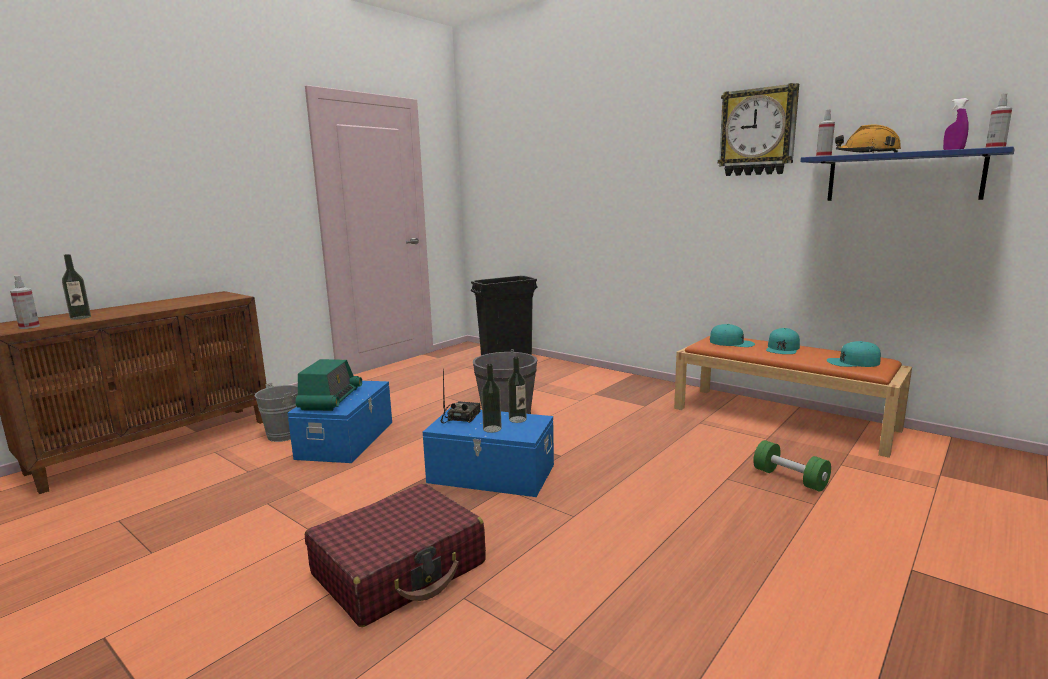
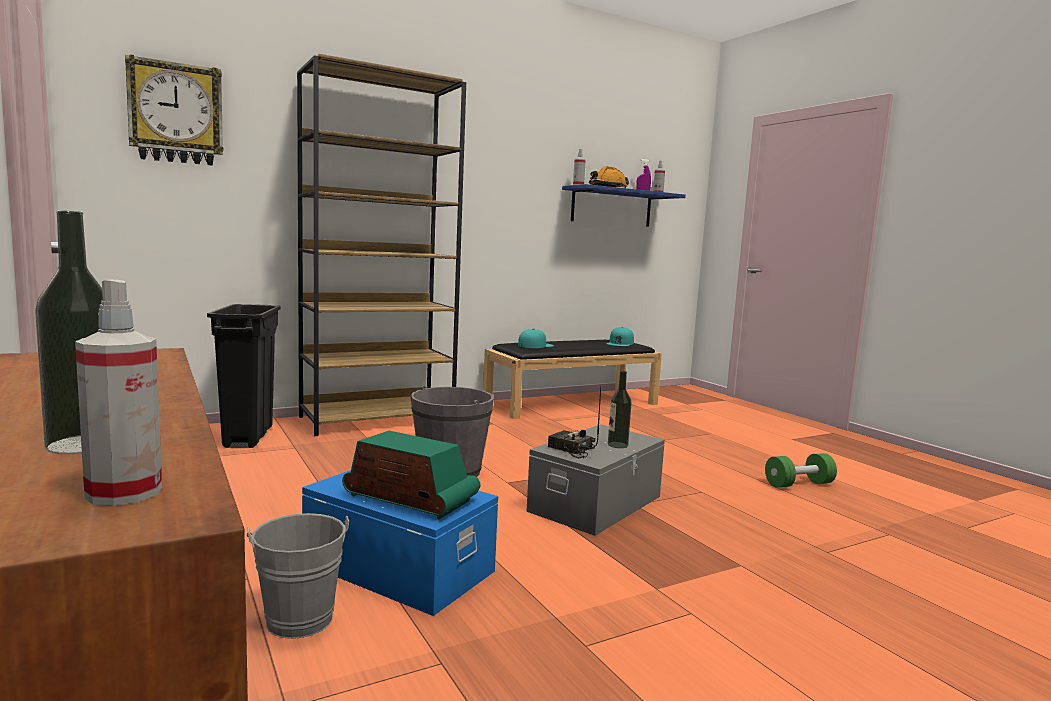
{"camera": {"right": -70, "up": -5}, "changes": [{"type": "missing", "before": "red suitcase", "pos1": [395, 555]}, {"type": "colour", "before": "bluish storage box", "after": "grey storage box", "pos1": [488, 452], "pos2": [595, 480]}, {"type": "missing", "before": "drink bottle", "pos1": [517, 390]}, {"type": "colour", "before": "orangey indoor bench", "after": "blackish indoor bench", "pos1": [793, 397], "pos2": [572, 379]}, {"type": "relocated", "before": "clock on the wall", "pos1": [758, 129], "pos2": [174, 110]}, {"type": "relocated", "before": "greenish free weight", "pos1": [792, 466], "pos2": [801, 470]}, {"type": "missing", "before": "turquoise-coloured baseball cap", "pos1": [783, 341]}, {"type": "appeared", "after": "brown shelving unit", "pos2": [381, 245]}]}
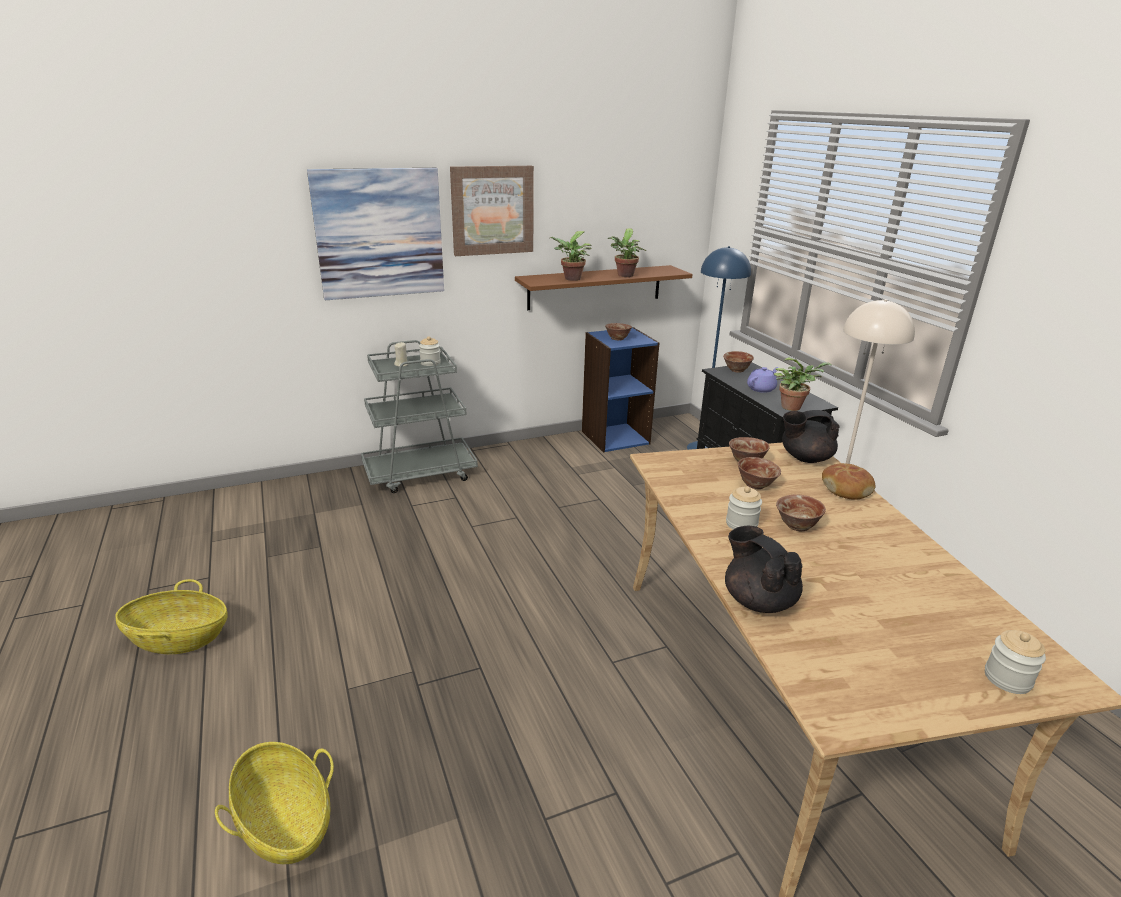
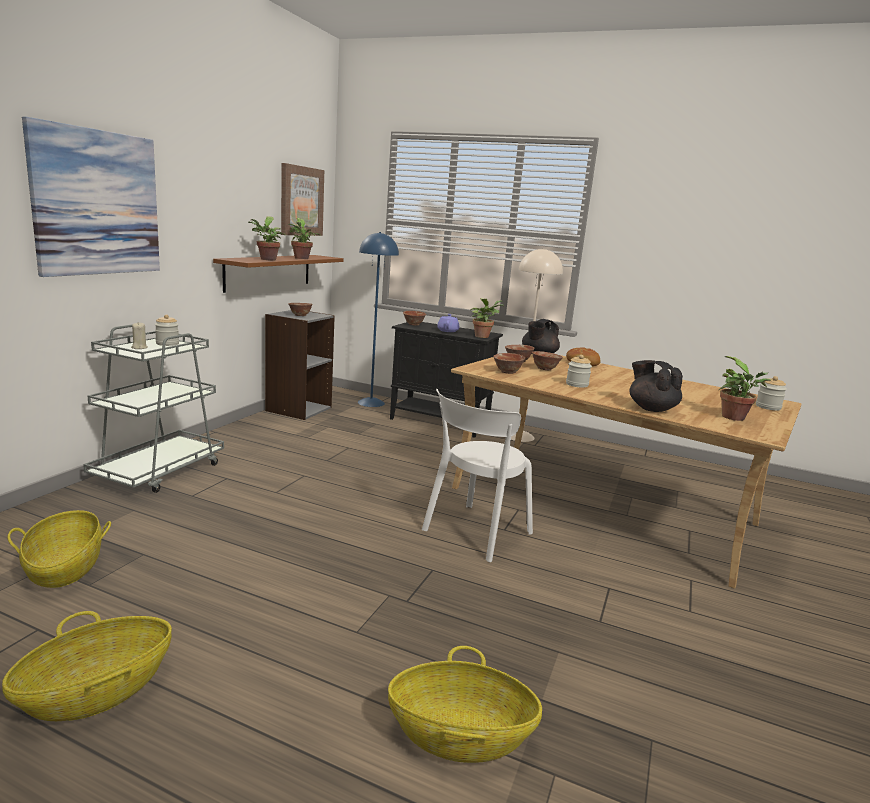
{"camera": {"right": -45, "up": -10}, "changes": [{"type": "relocated", "before": "wall picture", "pos1": [492, 211], "pos2": [302, 199]}, {"type": "colour", "before": "bluish shelving unit", "after": "grey shelving unit", "pos1": [621, 389], "pos2": [300, 365]}, {"type": "spun", "before": "blackish tea pot", "pos1": [764, 569], "pos2": [656, 386], "turn": 45}, {"type": "relocated", "before": "deep dish", "pos1": [801, 513], "pos2": [509, 363]}, {"type": "appeared", "after": "household basket", "pos2": [59, 549]}, {"type": "appeared", "after": "white-coloured upright chair", "pos2": [477, 475]}, {"type": "appeared", "after": "potted plant", "pos2": [744, 388]}]}
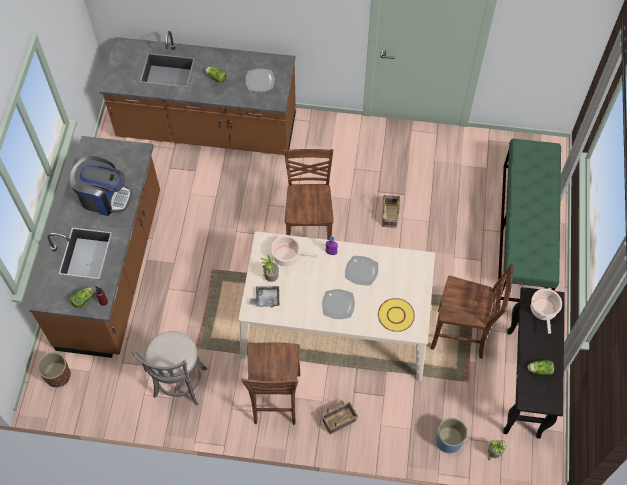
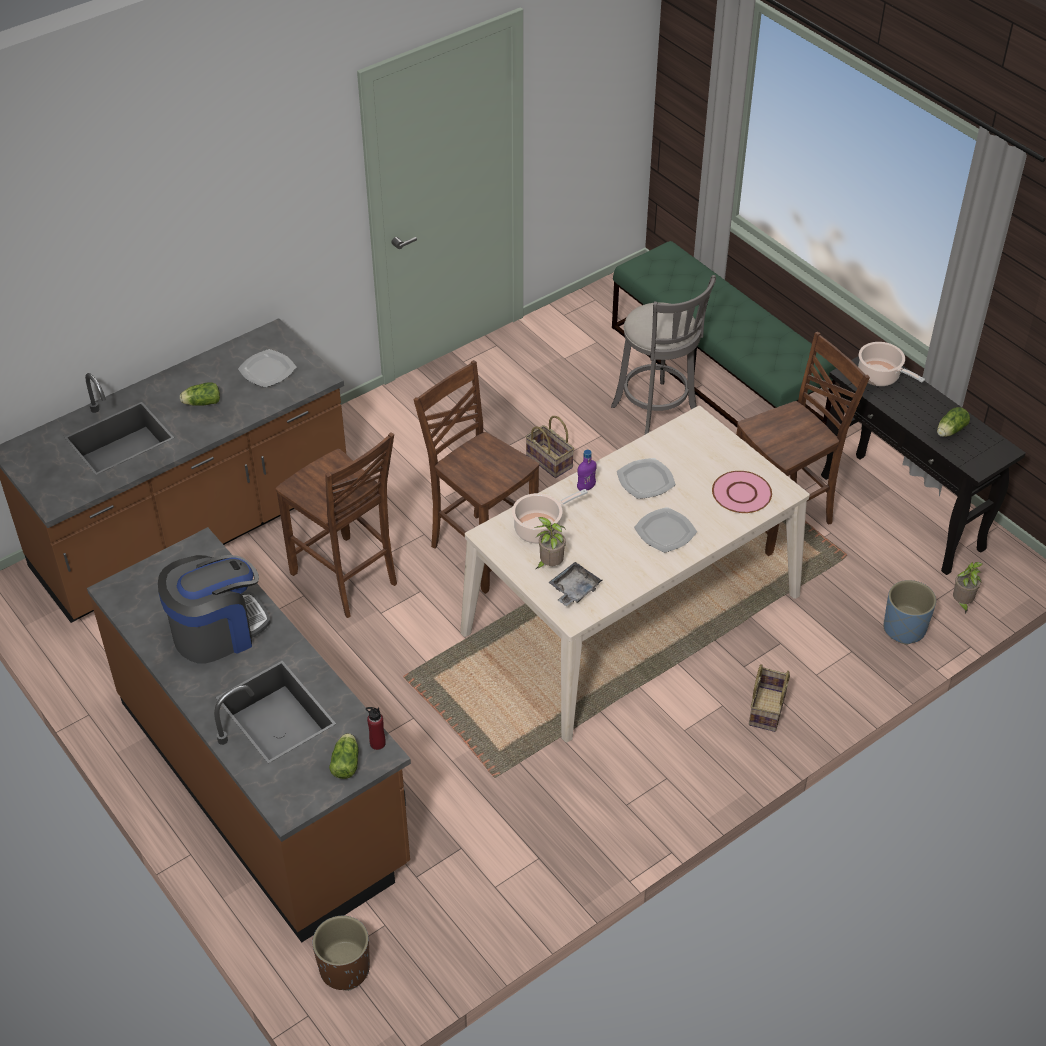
{"camera": {"right": -45, "up": -15}, "changes": [{"type": "relocated", "before": "grey sitting stool", "pos1": [169, 368], "pos2": [663, 354]}, {"type": "relocated", "before": "brown upright chair", "pos1": [270, 383], "pos2": [336, 525]}, {"type": "colour", "before": "yellow plate", "after": "pinkish plate", "pos1": [396, 315], "pos2": [742, 492]}]}
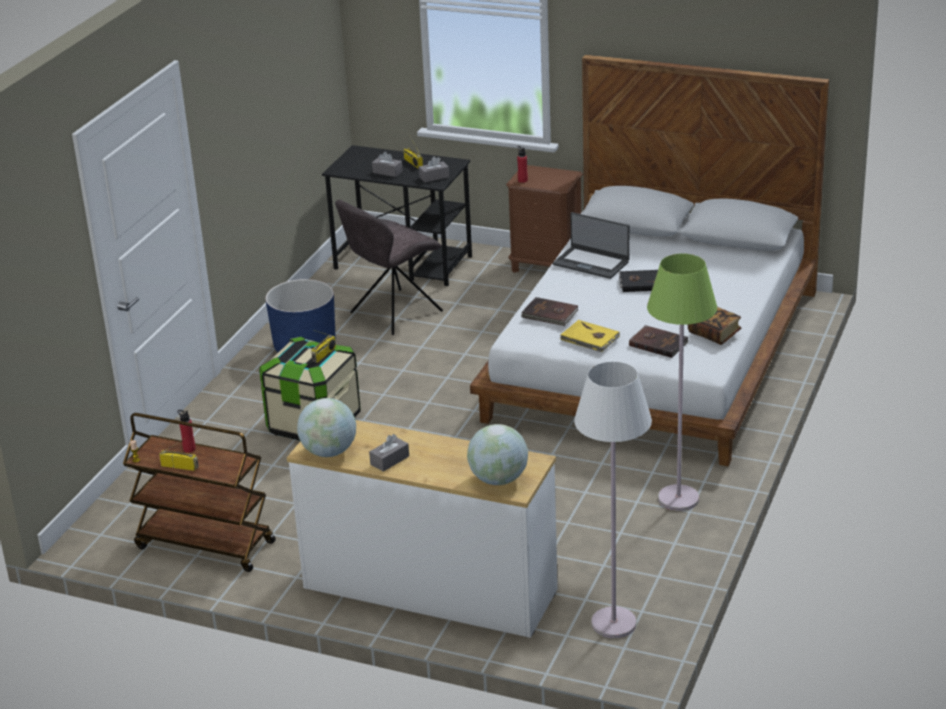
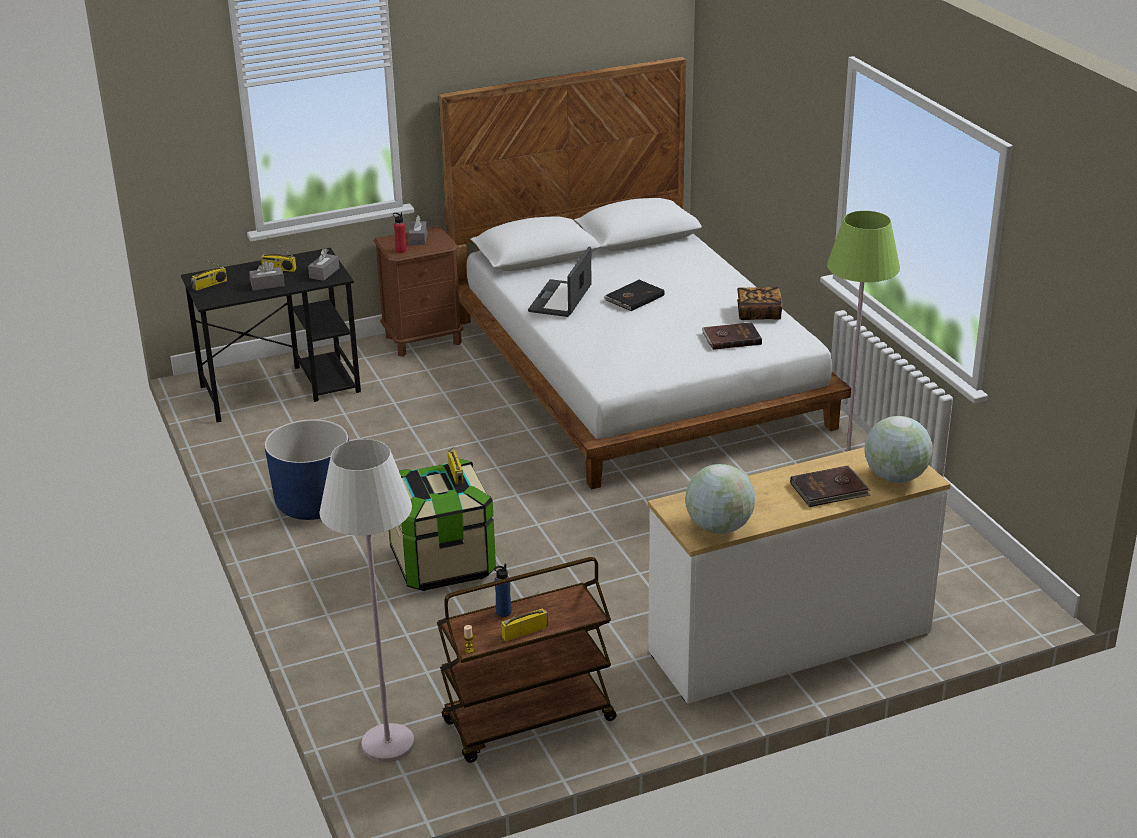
{"camera": {"right": -45, "up": 0}, "changes": [{"type": "colour", "before": "red drink bottle", "after": "bluish drink bottle", "pos1": [186, 431], "pos2": [503, 590]}, {"type": "missing", "before": "grey upright chair", "pos1": [389, 267]}, {"type": "relocated", "before": "grey tissue box", "pos1": [389, 453], "pos2": [418, 230]}, {"type": "relocated", "before": "brown volume", "pos1": [549, 311], "pos2": [830, 486]}, {"type": "spun", "before": "notebook computer", "pos1": [591, 245], "pos2": [560, 282], "turn": 120}, {"type": "missing", "before": "yellow volume", "pos1": [590, 336]}, {"type": "relocated", "before": "white-coloured standard lamp", "pos1": [613, 499], "pos2": [366, 600]}, {"type": "appeared", "after": "radio set", "pos2": [209, 273]}]}
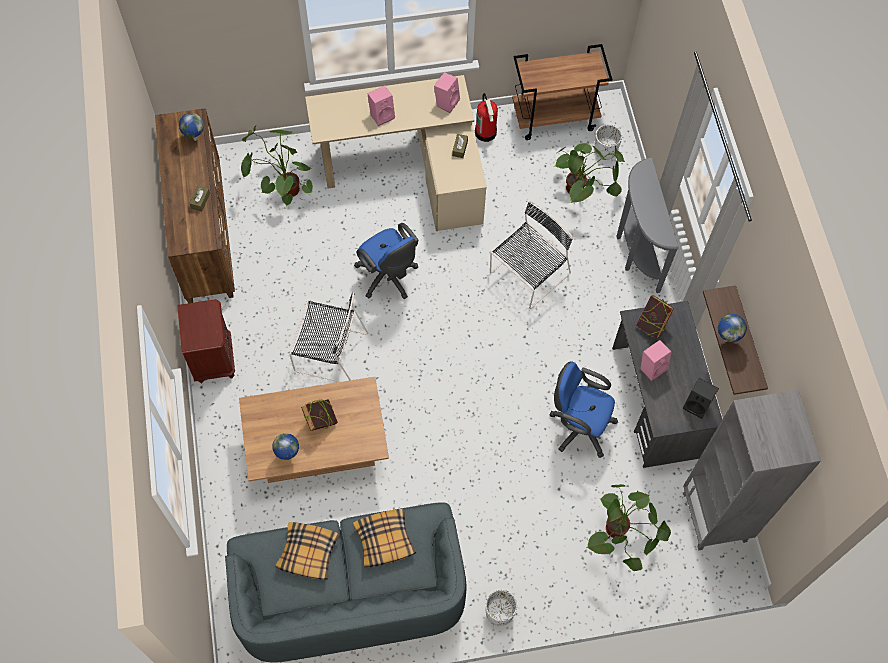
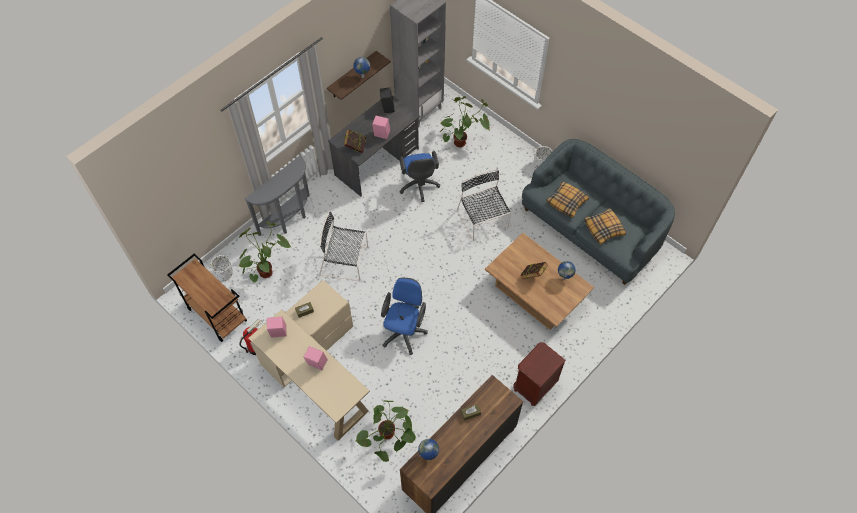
{"camera": {"right": -125, "up": -5}, "changes": [{"type": "relocated", "before": "blackish upright chair", "pos1": [329, 337], "pos2": [484, 205]}]}
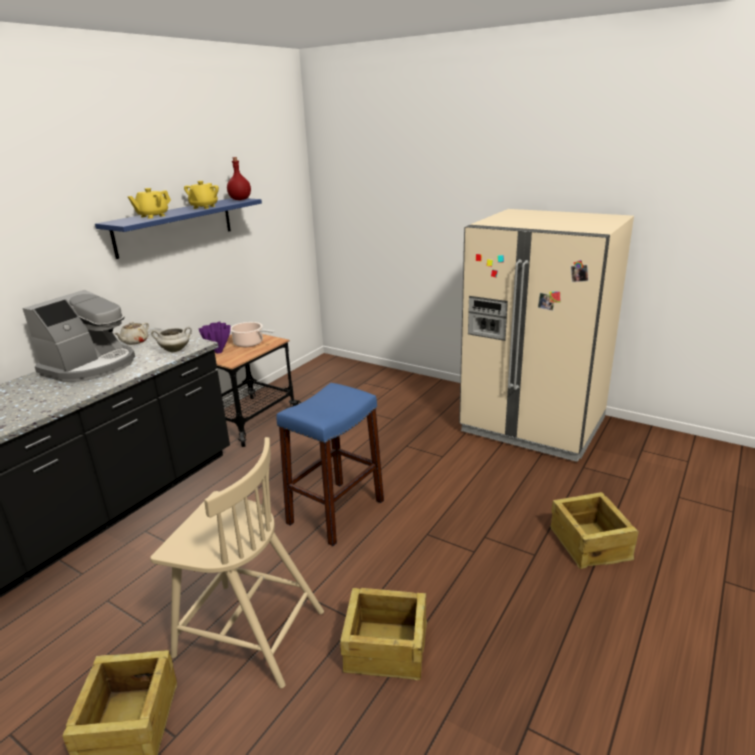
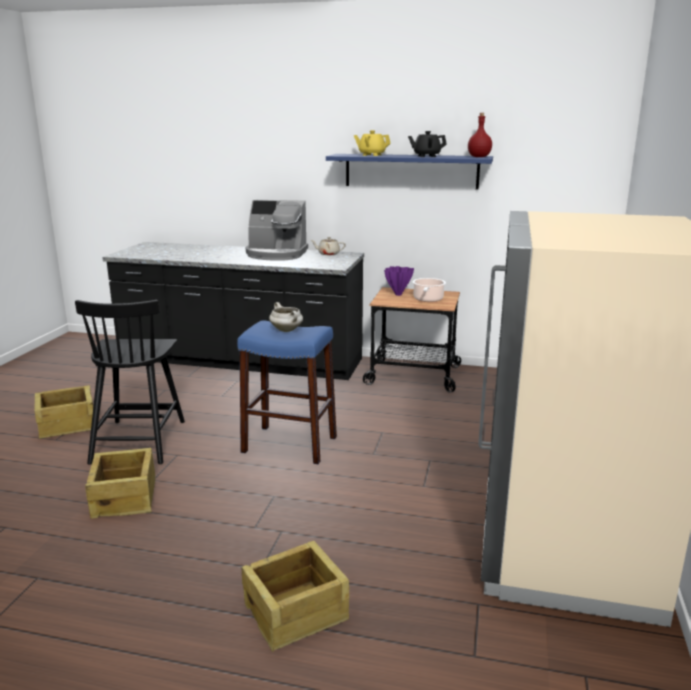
{"camera": {"right": 70, "up": -5}, "changes": [{"type": "colour", "before": "beige upright chair", "after": "blackish upright chair", "pos1": [237, 562], "pos2": [130, 382]}, {"type": "relocated", "before": "white-coloured stockpot", "pos1": [171, 339], "pos2": [286, 317]}, {"type": "colour", "before": "yellow tea pot", "after": "blackish tea pot", "pos1": [201, 195], "pos2": [427, 144]}]}
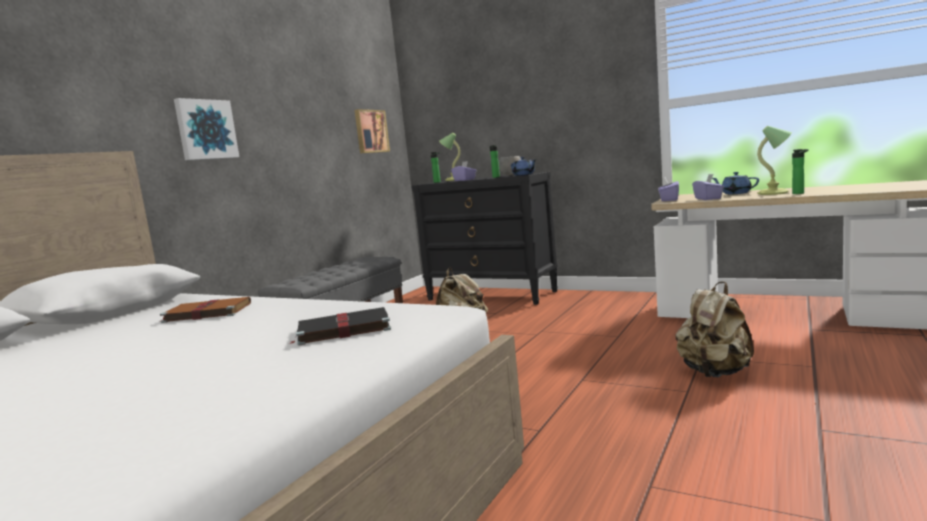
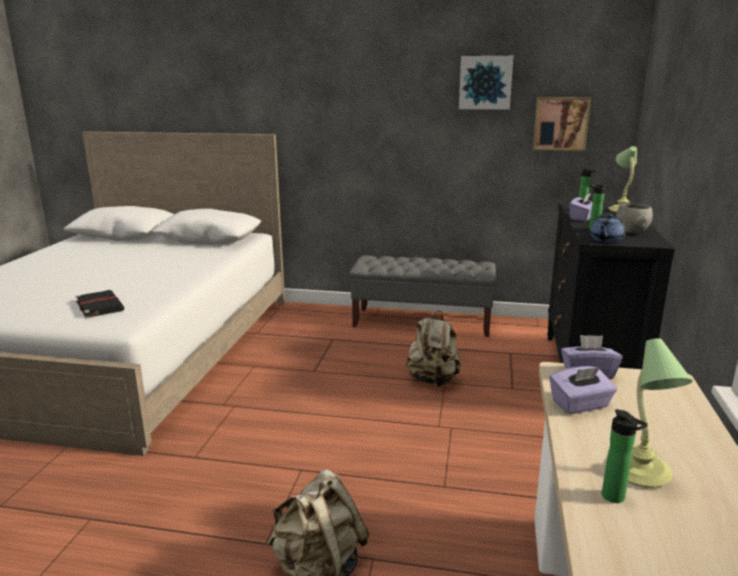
{"camera": {"right": 70, "up": 10}, "changes": [{"type": "missing", "before": "brown volume", "pos1": [205, 310]}, {"type": "relocated", "before": "wall picture", "pos1": [206, 129], "pos2": [486, 83]}, {"type": "missing", "before": "bluish tea pot", "pos1": [735, 183]}]}
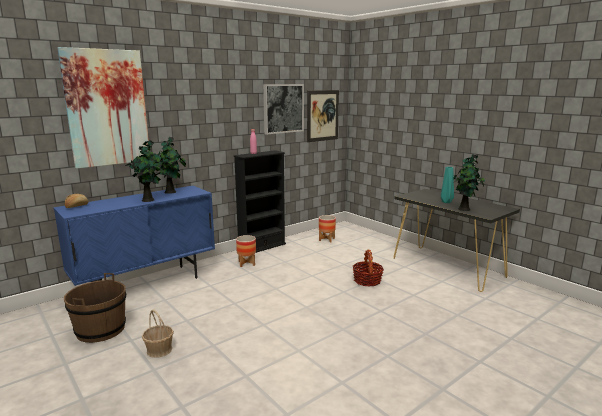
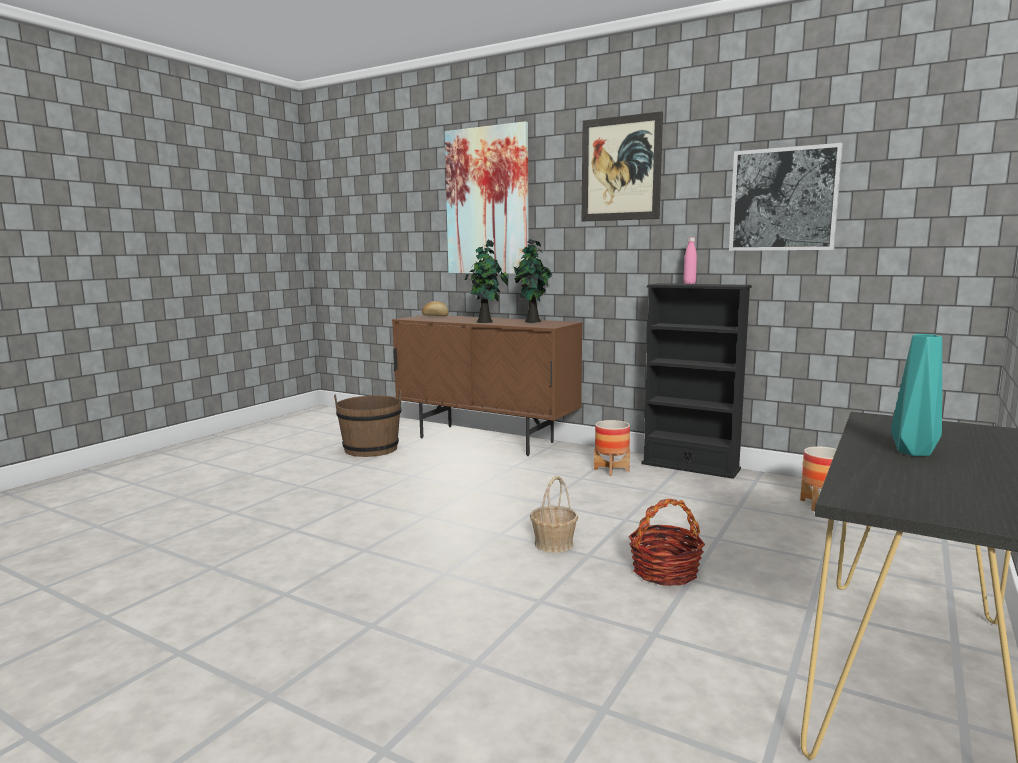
{"camera": {"right": 70, "up": -5}, "changes": [{"type": "colour", "before": "bluish cupboard", "after": "brown cupboard", "pos1": [134, 236], "pos2": [487, 385]}, {"type": "relocated", "before": "household basket", "pos1": [158, 333], "pos2": [554, 514]}, {"type": "relocated", "before": "wall picture", "pos1": [323, 116], "pos2": [622, 166]}, {"type": "missing", "before": "potted plant", "pos1": [469, 182]}]}
